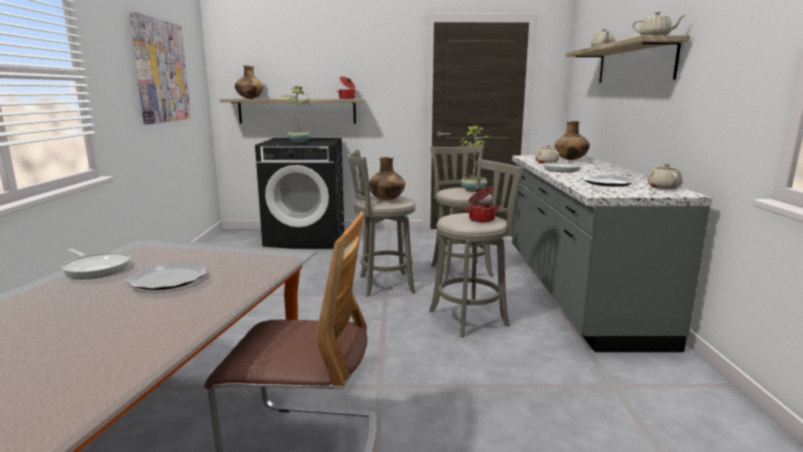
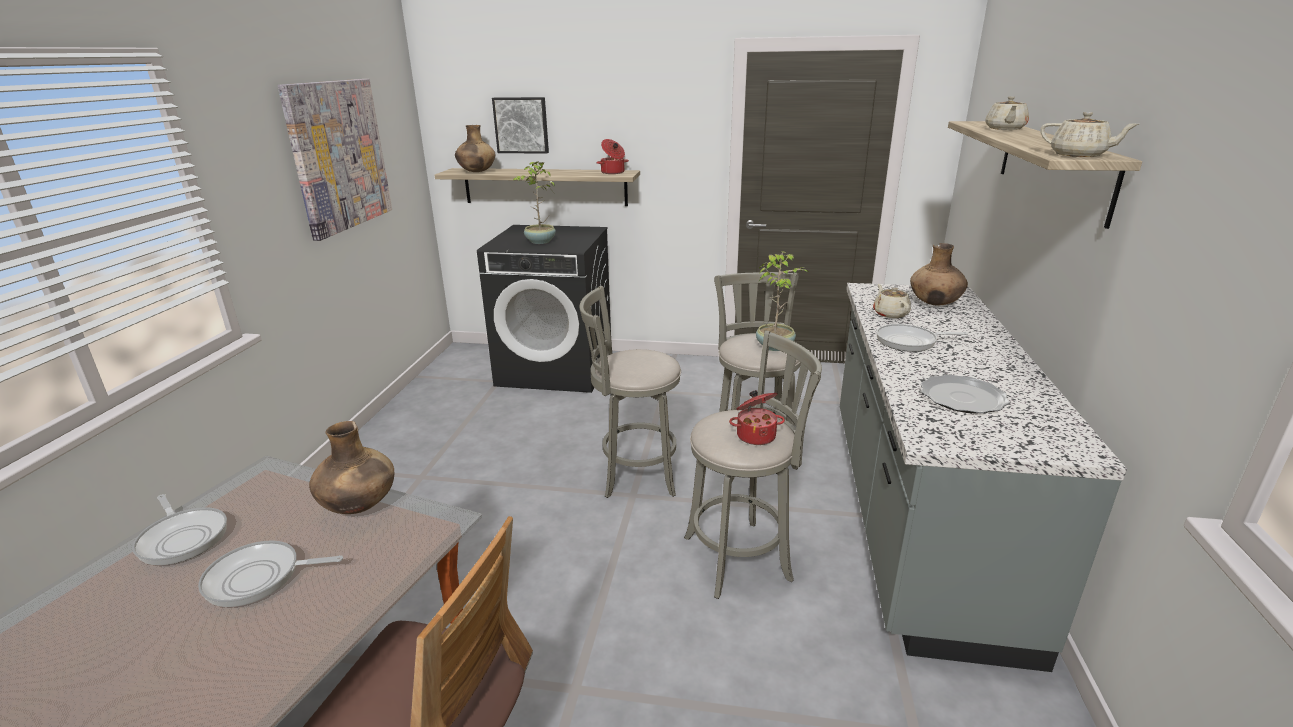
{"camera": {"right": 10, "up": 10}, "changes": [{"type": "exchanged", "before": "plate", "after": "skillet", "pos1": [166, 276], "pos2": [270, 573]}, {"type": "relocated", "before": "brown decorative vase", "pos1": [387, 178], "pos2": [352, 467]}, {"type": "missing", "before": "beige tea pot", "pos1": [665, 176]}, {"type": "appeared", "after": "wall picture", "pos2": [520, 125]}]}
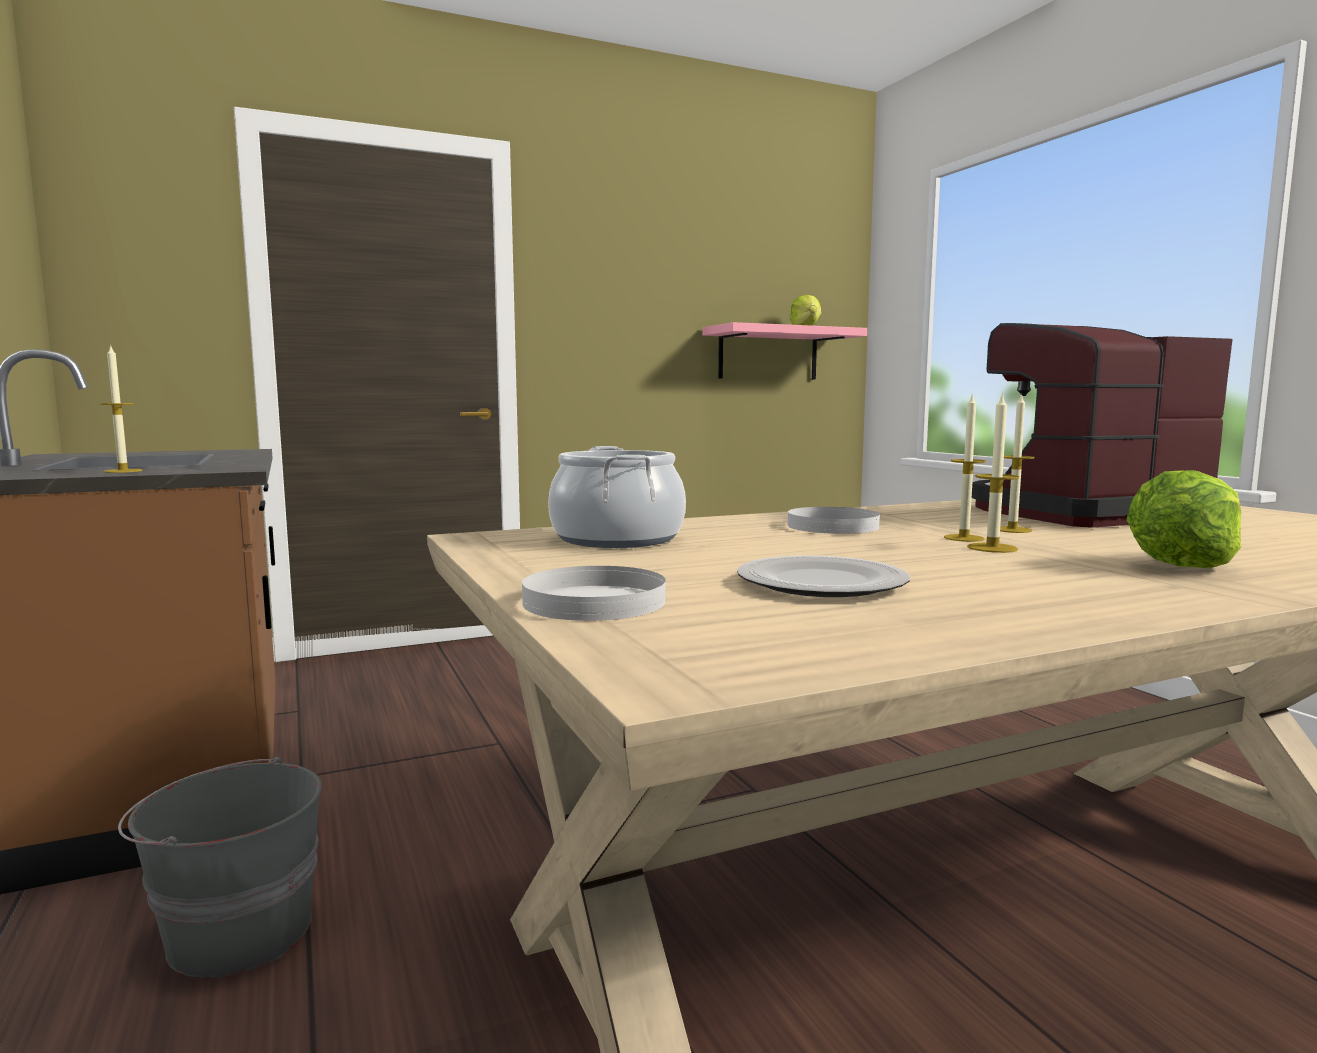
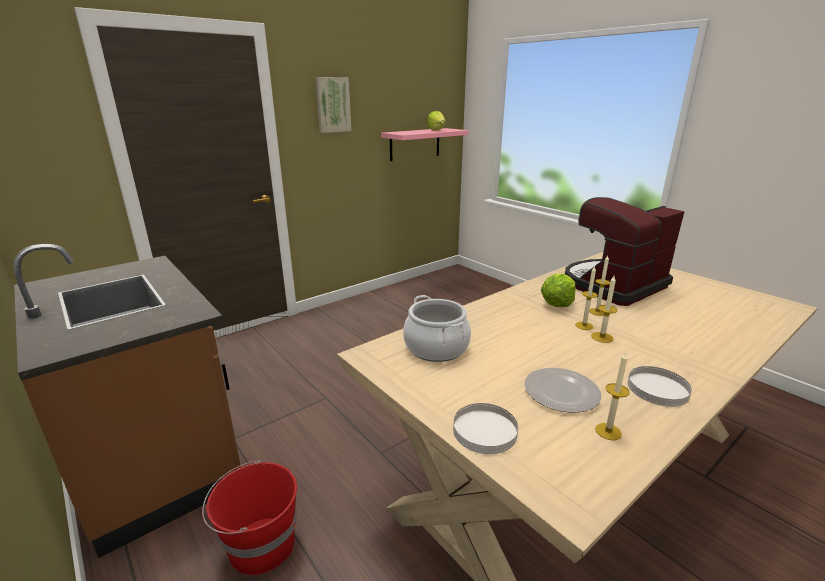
{"camera": {"right": -15, "up": 15}, "changes": [{"type": "relocated", "before": "wax candle", "pos1": [121, 408], "pos2": [612, 396]}, {"type": "colour", "before": "grey bucket", "after": "red bucket", "pos1": [220, 867], "pos2": [249, 517]}, {"type": "relocated", "before": "white-coloured plate", "pos1": [834, 520], "pos2": [660, 386]}, {"type": "relocated", "before": "lettuce", "pos1": [1183, 519], "pos2": [558, 290]}, {"type": "appeared", "after": "wall picture", "pos2": [333, 105]}]}
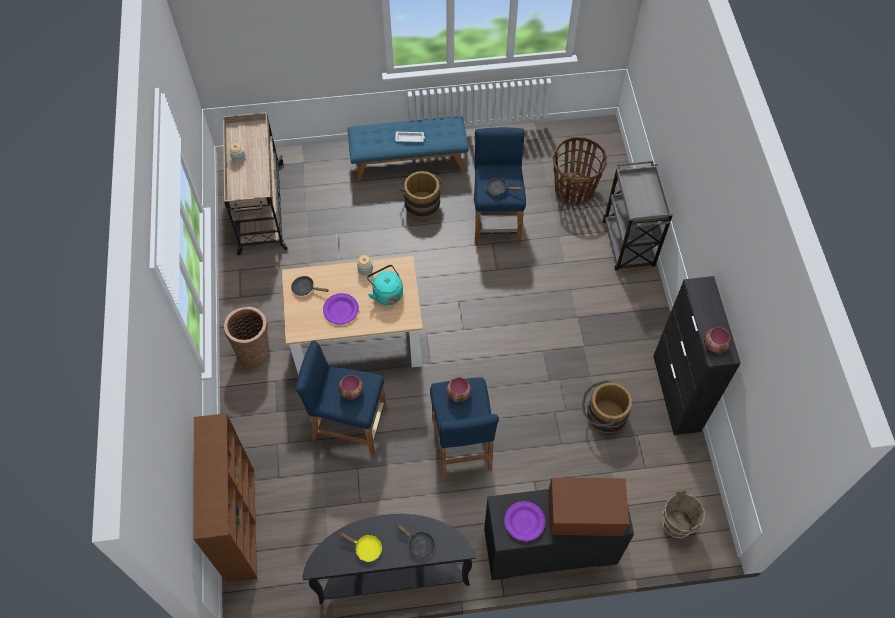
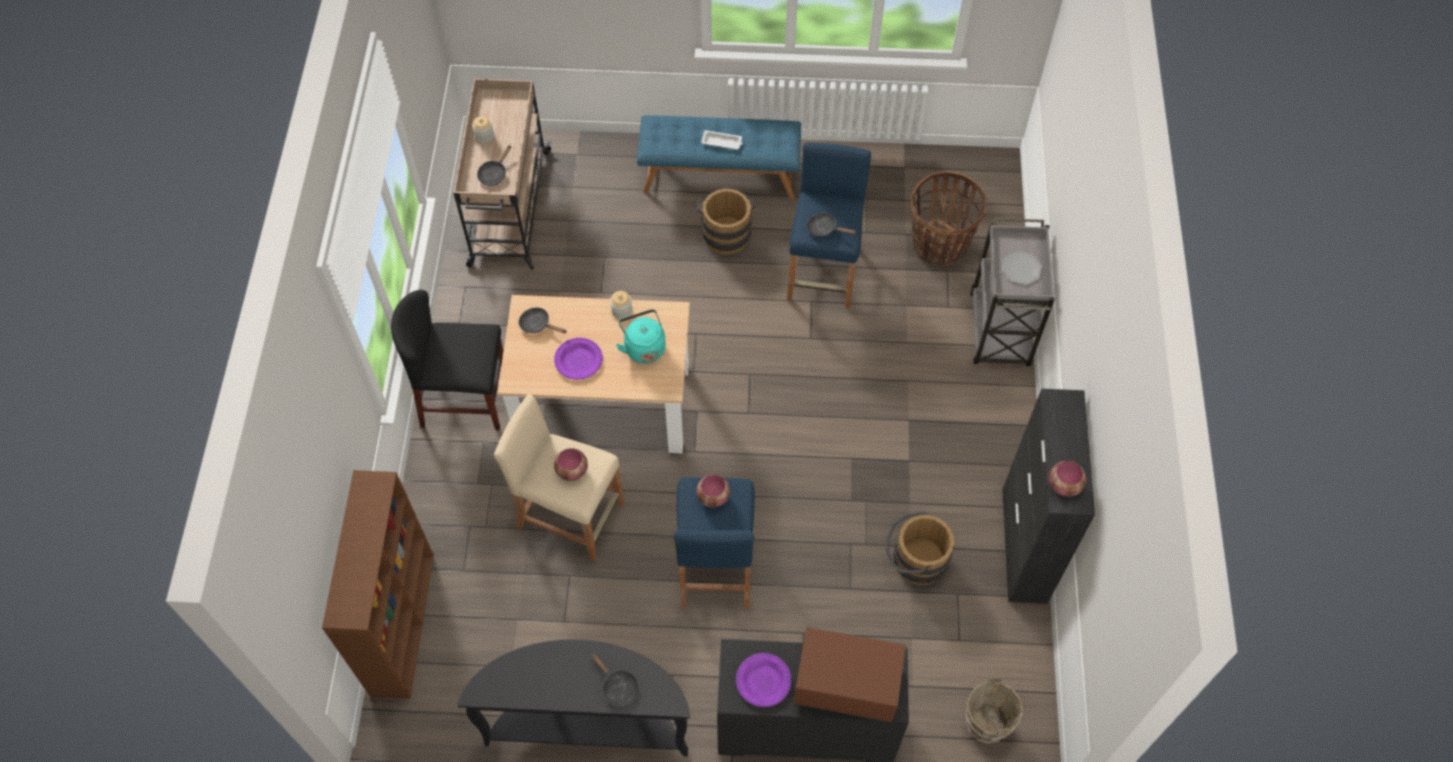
{"camera": {"right": 10, "up": 0}, "changes": [{"type": "exchanged", "before": "household basket", "after": "blackish upright chair", "pos1": [247, 337], "pos2": [447, 360]}, {"type": "colour", "before": "bluish sitting stool", "after": "beige sitting stool", "pos1": [341, 397], "pos2": [559, 478]}, {"type": "missing", "before": "yellow skillet", "pos1": [360, 547]}, {"type": "appeared", "after": "blackish skillet", "pos2": [494, 165]}, {"type": "appeared", "after": "plate", "pos2": [1022, 268]}]}
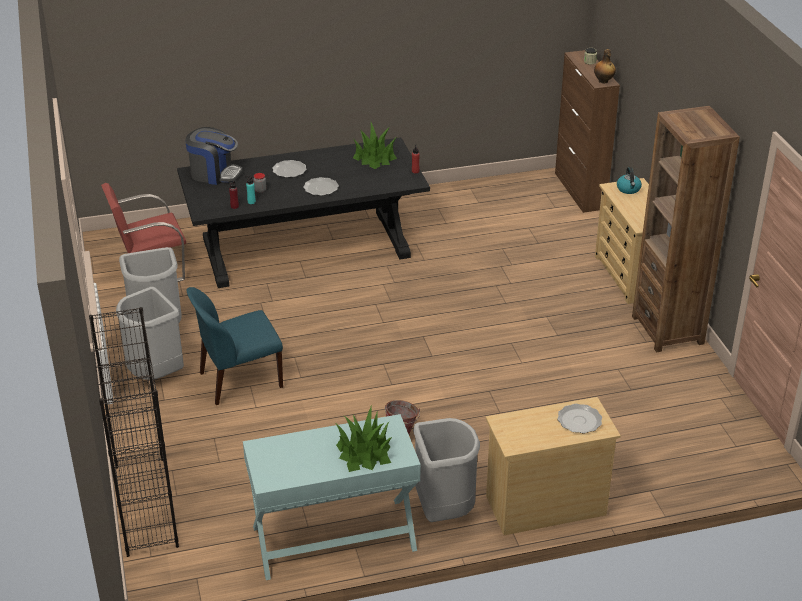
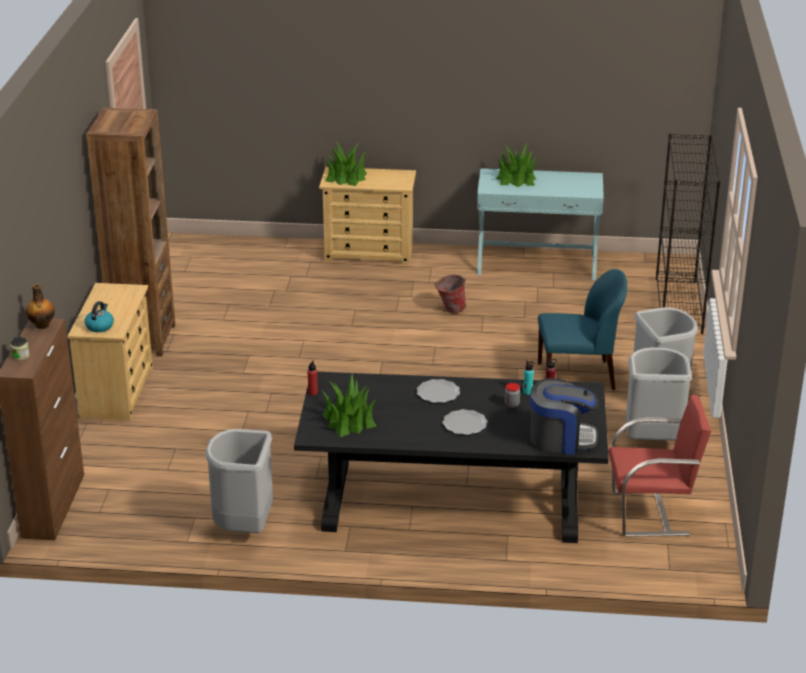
{"camera": {"right": -160, "up": -5}, "changes": [{"type": "spun", "before": "coffee machine", "pos1": [213, 156], "pos2": [564, 416], "turn": 150}, {"type": "relocated", "before": "grey waste bin", "pos1": [446, 470], "pos2": [239, 481]}, {"type": "exchanged", "before": "plate", "after": "potted plant", "pos1": [579, 418], "pos2": [346, 164]}]}
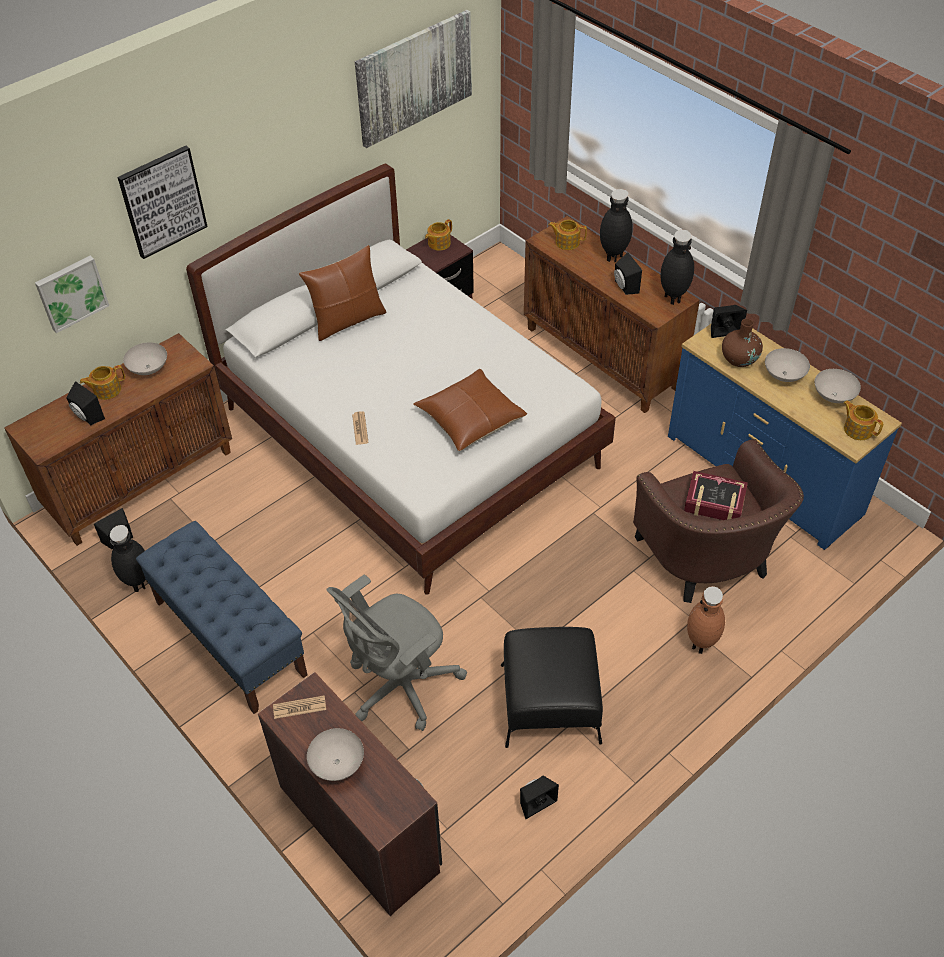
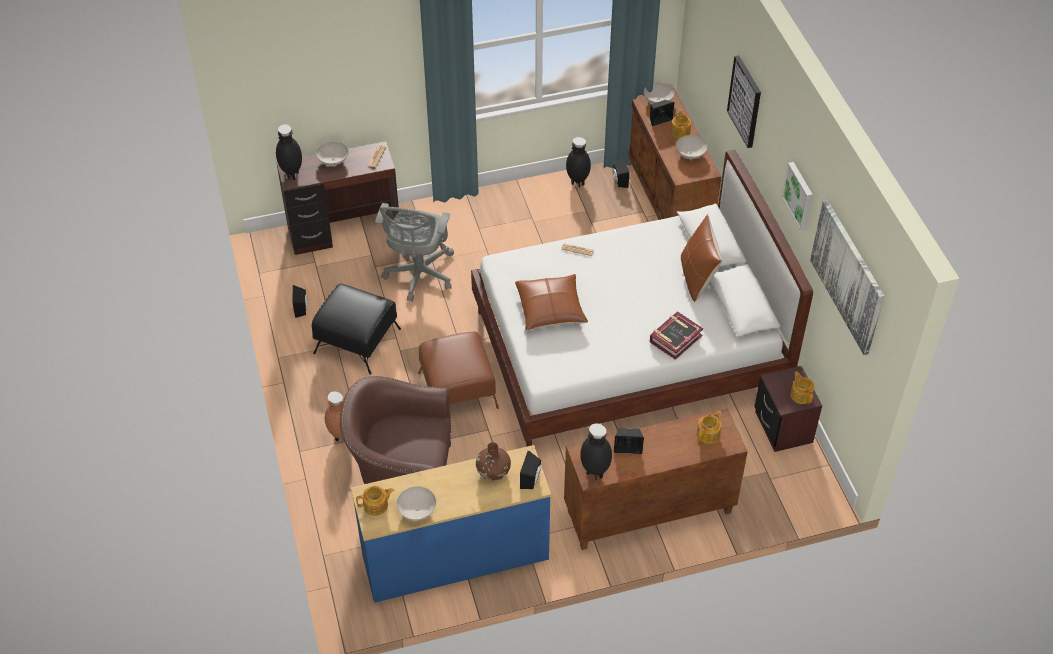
{"camera": {"right": 115, "up": 0}, "changes": [{"type": "relocated", "before": "wall picture", "pos1": [72, 294], "pos2": [797, 196]}, {"type": "missing", "before": "bluish indoor bench", "pos1": [222, 617]}, {"type": "spun", "before": "grey office chair", "pos1": [396, 653], "pos2": [414, 252], "turn": -150}, {"type": "relocated", "before": "blackish decorative vase", "pos1": [616, 226], "pos2": [289, 152]}, {"type": "relocated", "before": "volume", "pos1": [716, 495], "pos2": [676, 335]}, {"type": "relocated", "before": "white-coloured deep dish", "pos1": [787, 365], "pos2": [659, 93]}, {"type": "appeared", "after": "brown footrest", "pos2": [458, 370]}]}
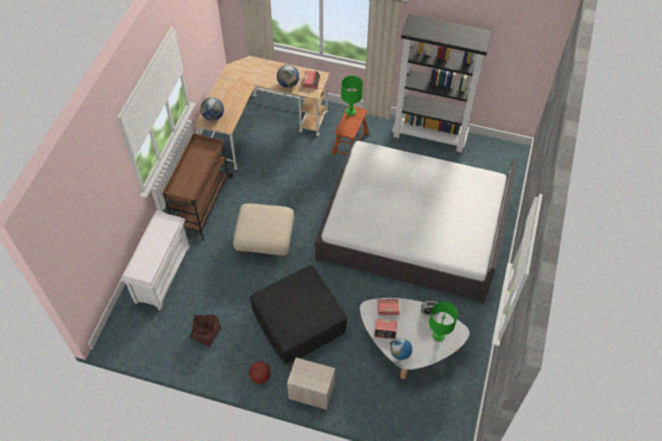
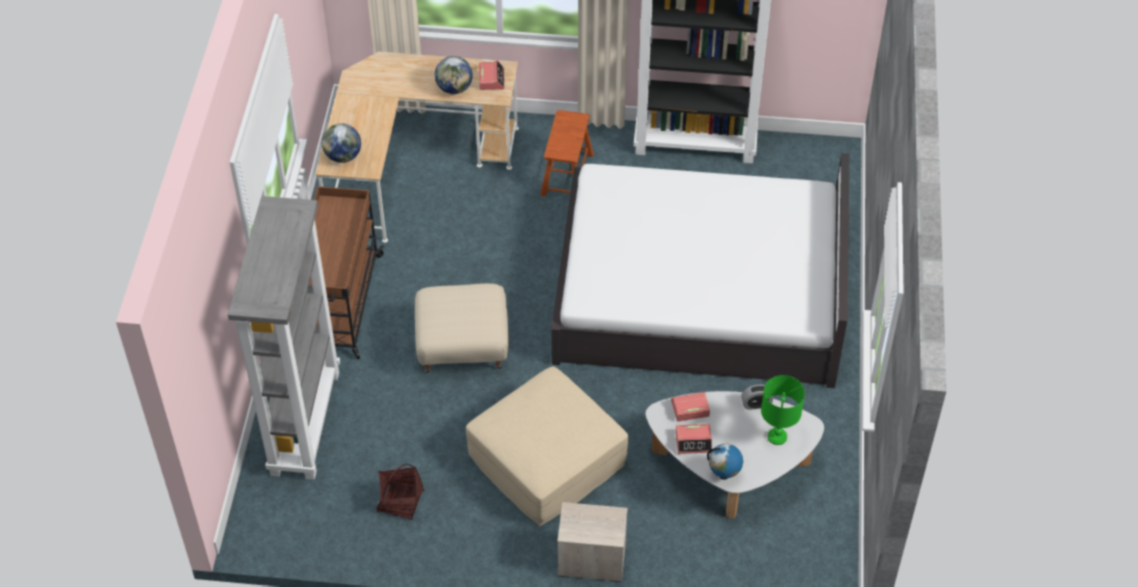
{"camera": {"right": -10, "up": -5}, "changes": [{"type": "exchanged", "before": "white-coloured indoor bench", "after": "grey shelving unit", "pos1": [155, 260], "pos2": [284, 338]}, {"type": "missing", "before": "ball for basketball", "pos1": [260, 373]}, {"type": "colour", "before": "blackish footrest", "after": "beige footrest", "pos1": [298, 315], "pos2": [547, 446]}, {"type": "missing", "before": "greenish lamp for a table", "pos1": [352, 96]}]}
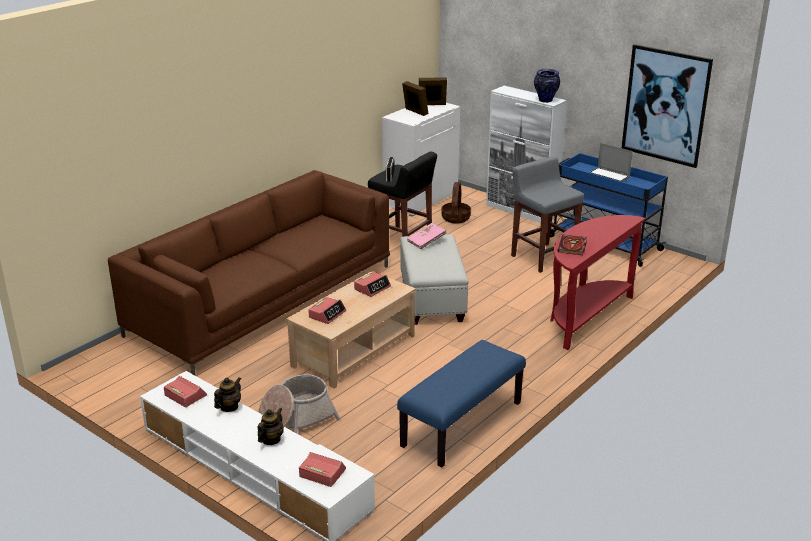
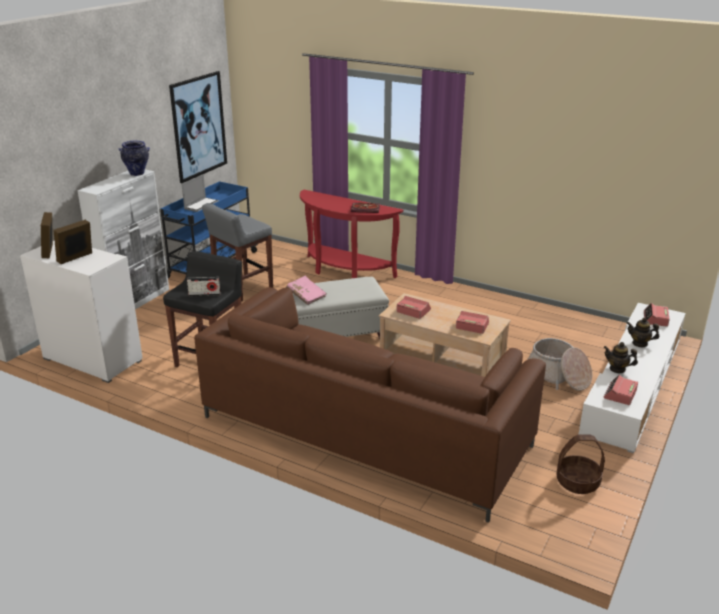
{"camera": {"right": -100, "up": 0}, "changes": [{"type": "missing", "before": "bluish indoor bench", "pos1": [461, 404]}, {"type": "relocated", "before": "household basket", "pos1": [456, 203], "pos2": [580, 464]}]}
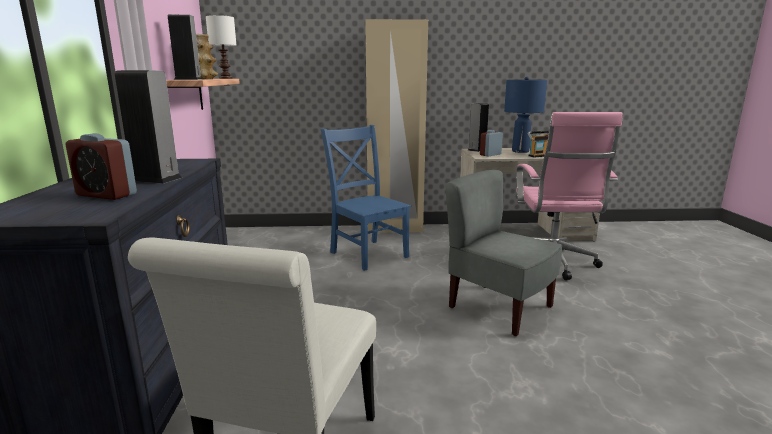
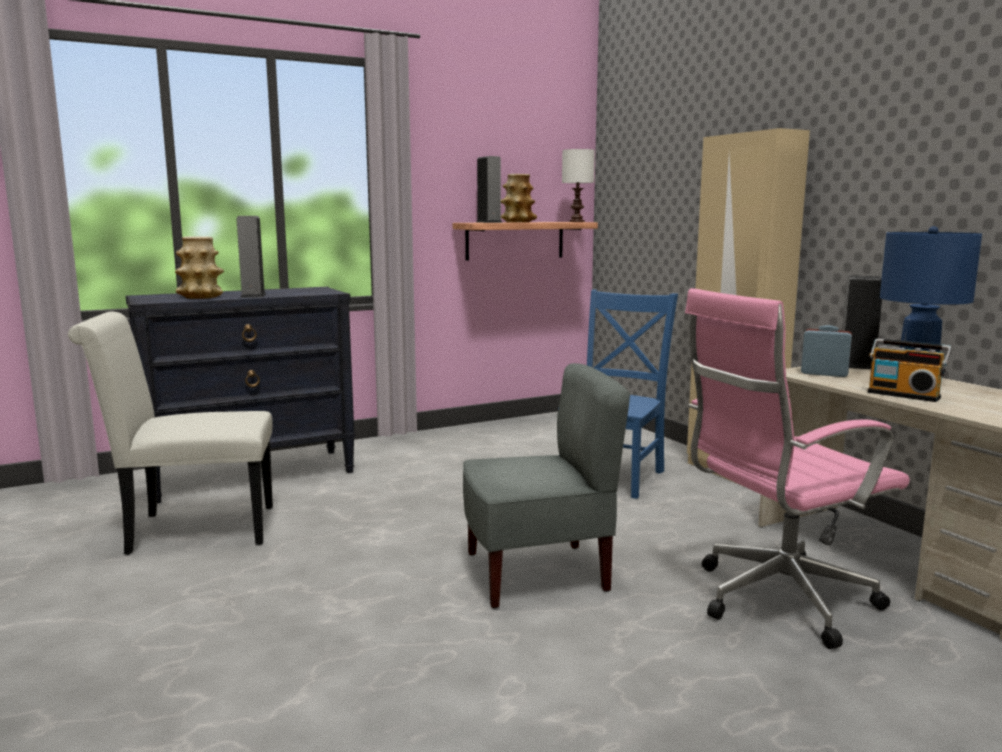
{"camera": {"right": 65, "up": -5}, "changes": [{"type": "exchanged", "before": "alarm clock", "after": "decorative vase", "pos1": [101, 166], "pos2": [199, 267]}, {"type": "spun", "before": "grey upright chair", "pos1": [504, 253], "pos2": [546, 486], "turn": 60}]}
